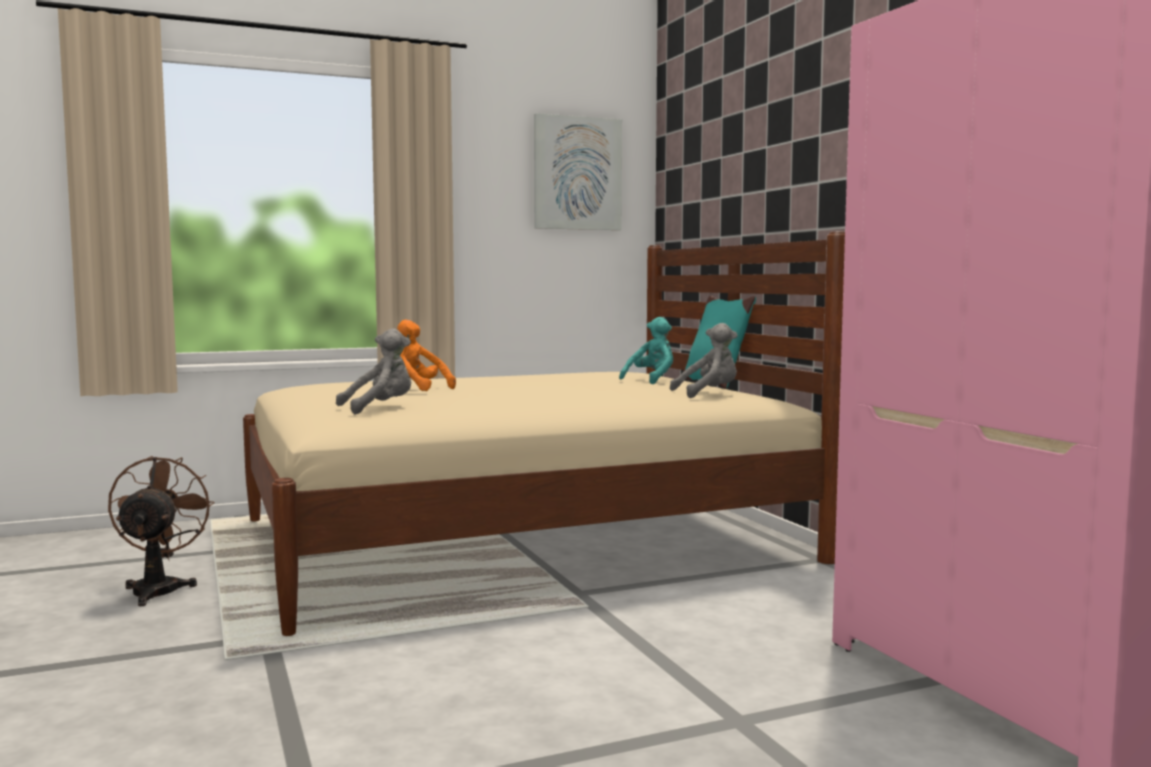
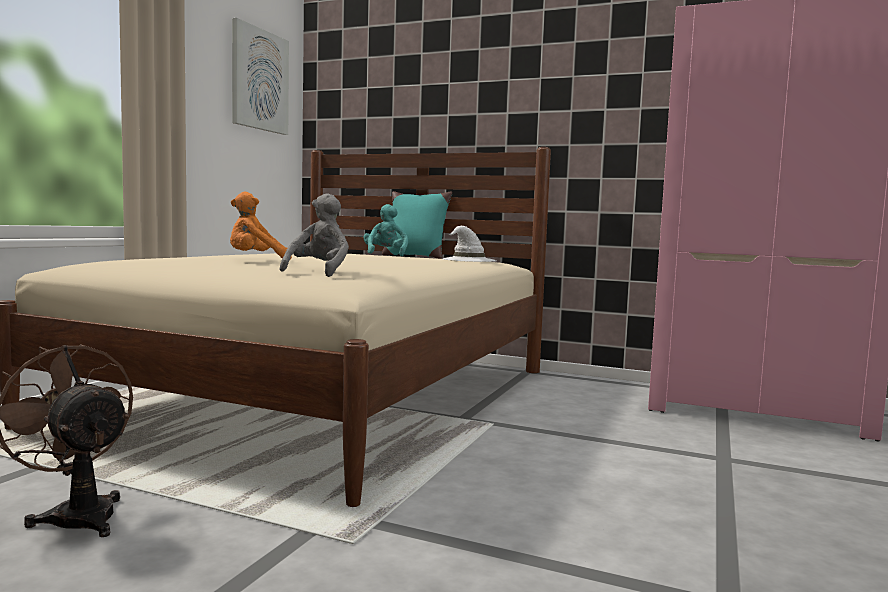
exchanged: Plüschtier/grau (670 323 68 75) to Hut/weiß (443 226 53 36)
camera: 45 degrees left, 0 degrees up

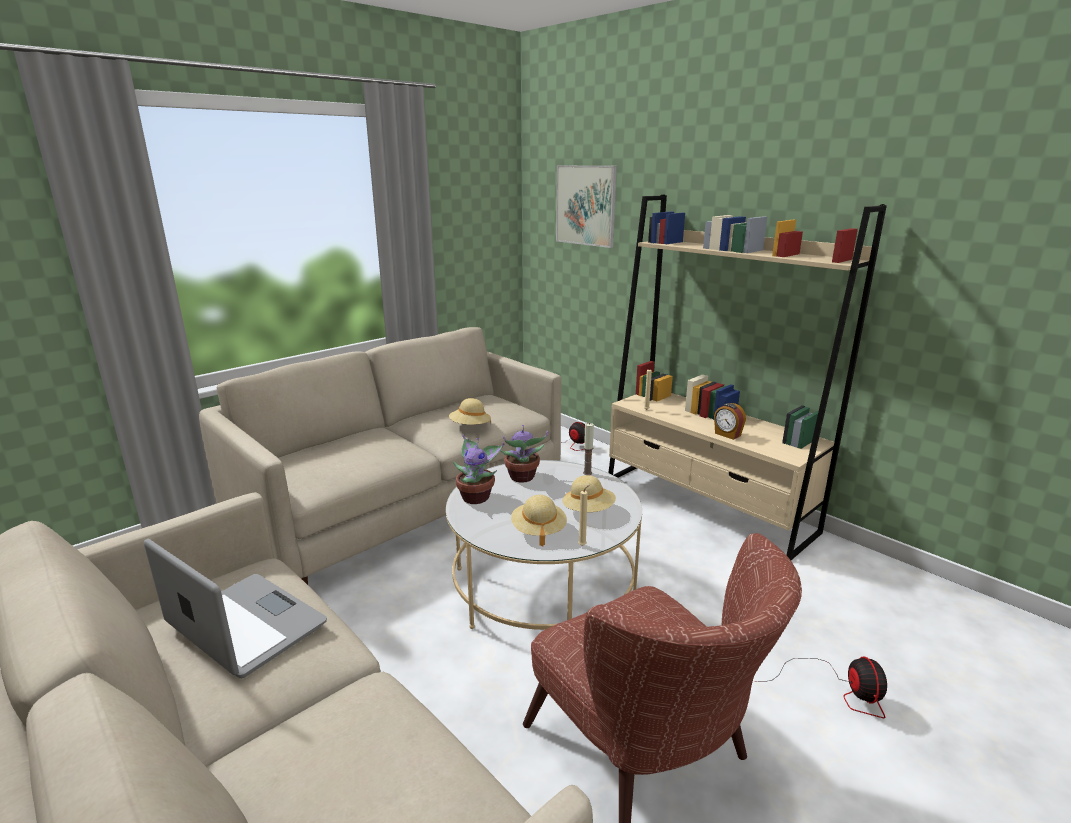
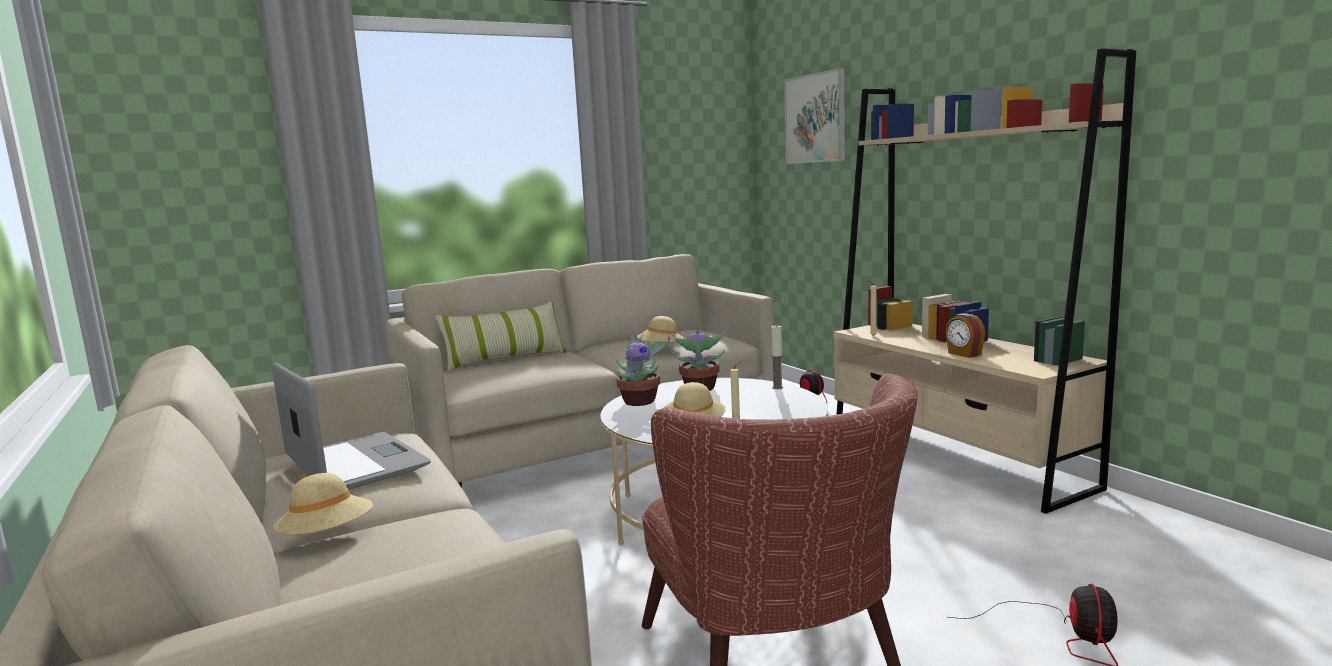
appeared: Kissen (435 301 132 71)
relocated: Hut/beige (563 475 53 37) to (273 473 100 62)
camera: 15 degrees right, 10 degrees down

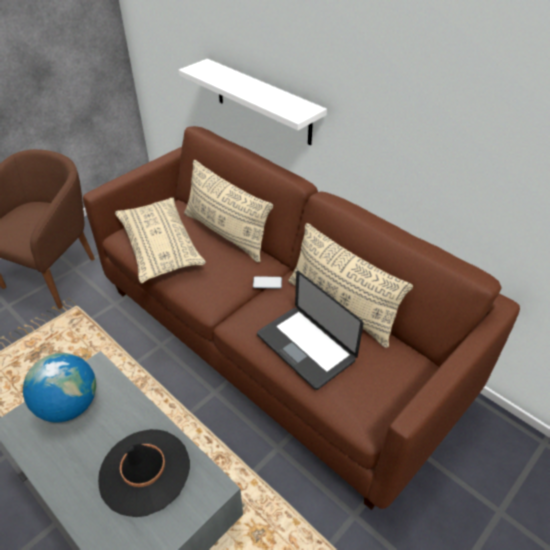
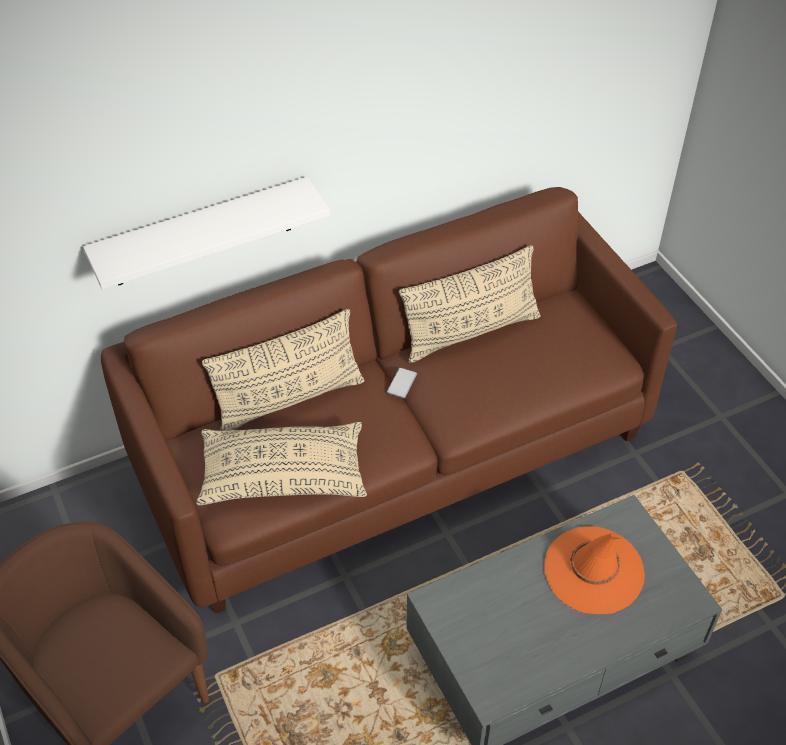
missing: Globus (23 353 73 70); Laptop (257 271 106 119)
colour: Hut/schwarz (98 429 92 88) to Hut/orange (544 526 101 88)
camera: 70 degrees left, 5 degrees up

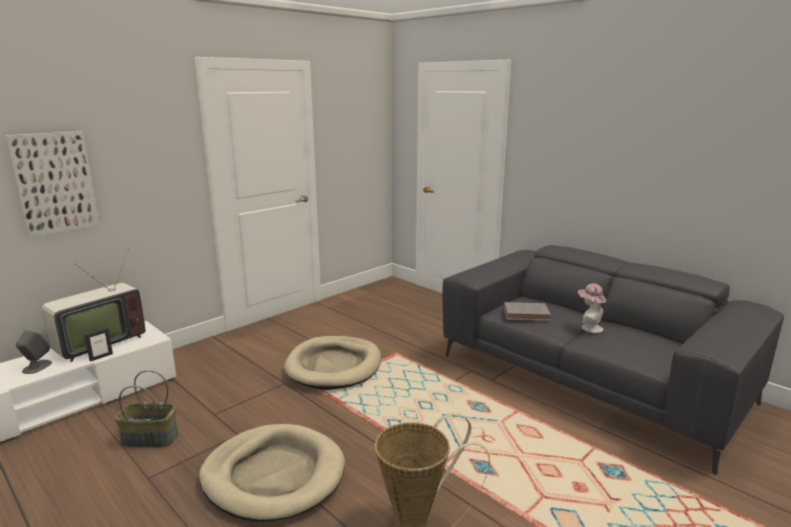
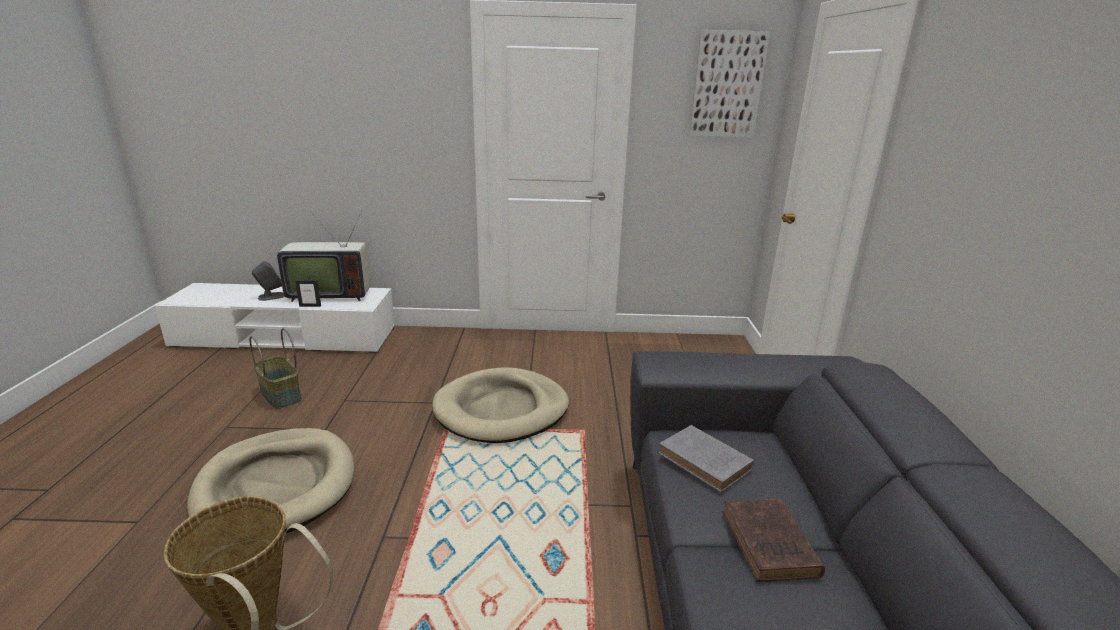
relocated: Bild (5 131 95 106) to (689 30 81 108)
exchanged: Hut (578 284 28 49) to Buch/braun (722 498 103 84)
camera: 45 degrees right, 5 degrees up

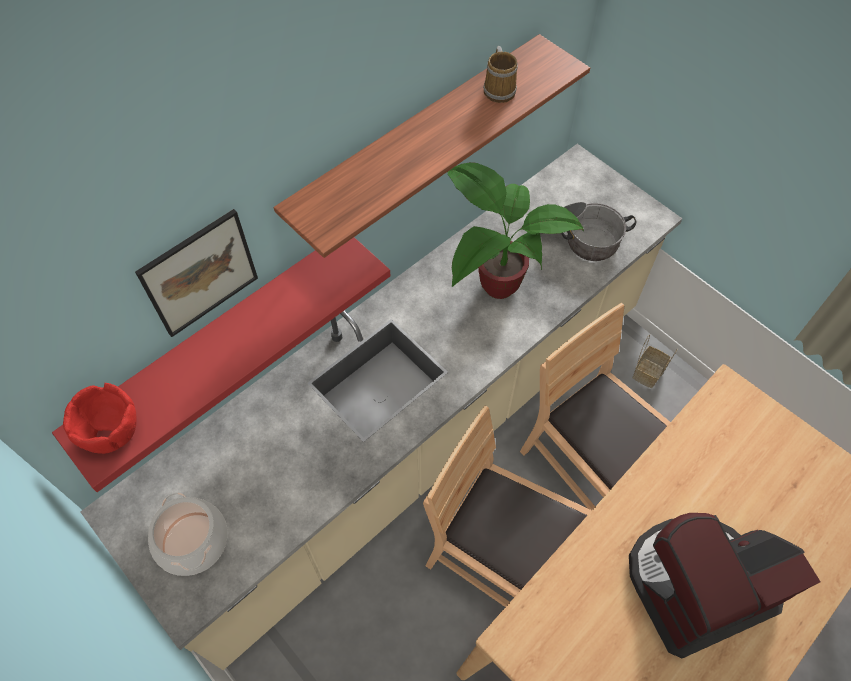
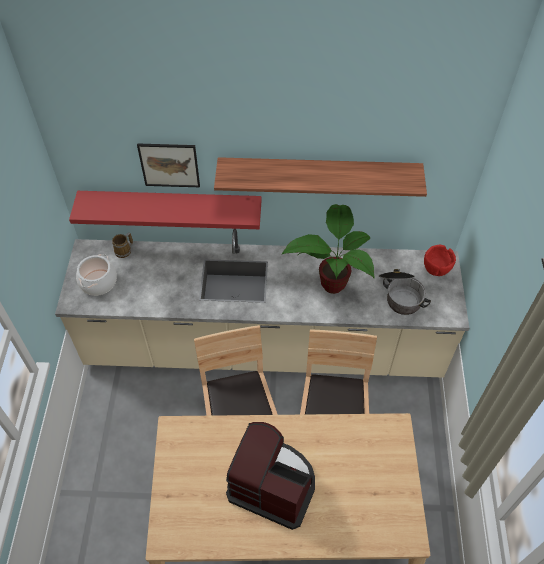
missing: Korb (632 335 46 53)
relocated: Henkelbecher (483 46 35 57) to (112 232 21 26); Schüssel/rot (63 383 73 71) to (424 245 32 31)
camera: 45 degrees right, 5 degrees down

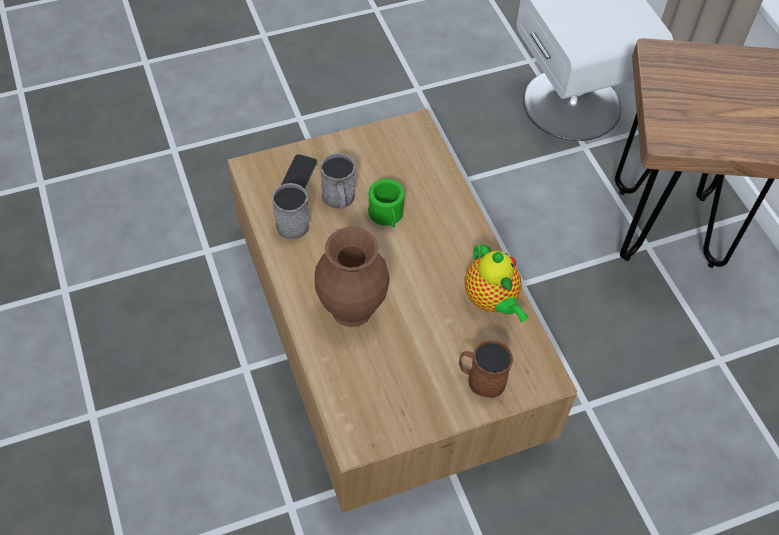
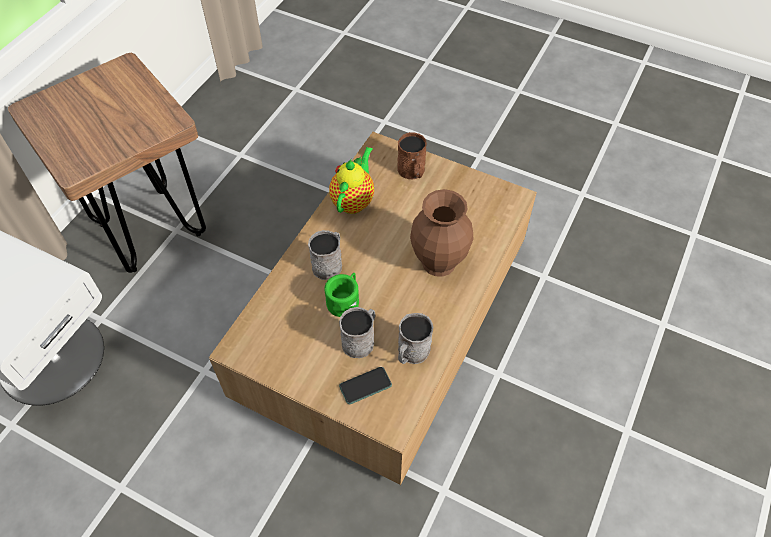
appeared: Henkelbecher/grau (308 230 34 50)
camera: 130 degrees left, 0 degrees up

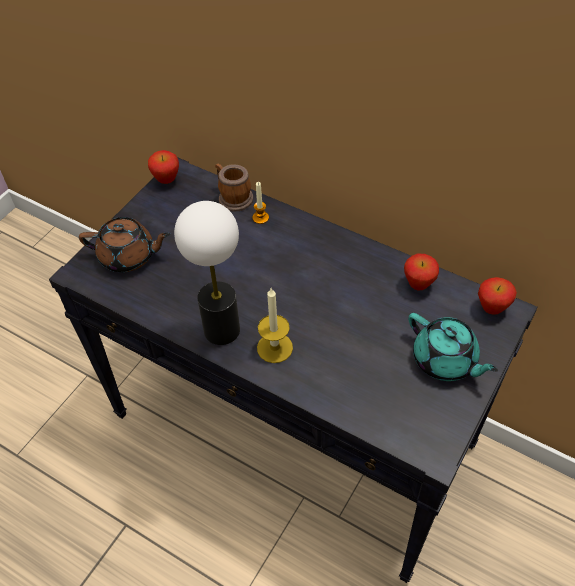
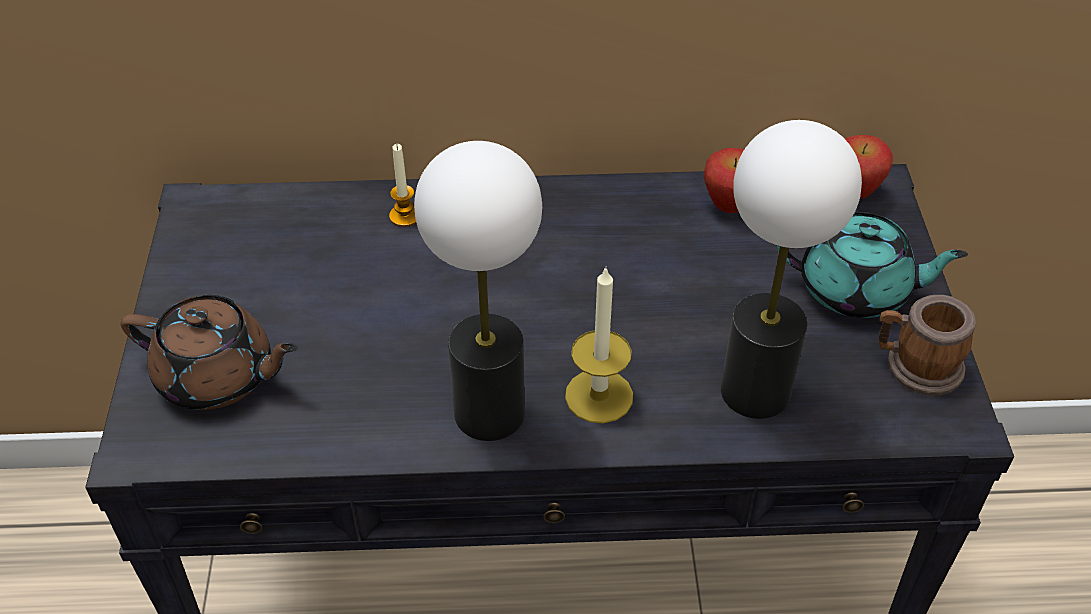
missing: Apfel (148 150 31 34)
appeared: Tischlampe (721 120 141 299)
relocated: Henkelbecher (215 164 38 47) to (879 295 97 101)
spun: Teekanne/braun (79 217 91 55) = (121 295 177 115) 45 degrees clockwise
camera: 35 degrees left, 5 degrees down

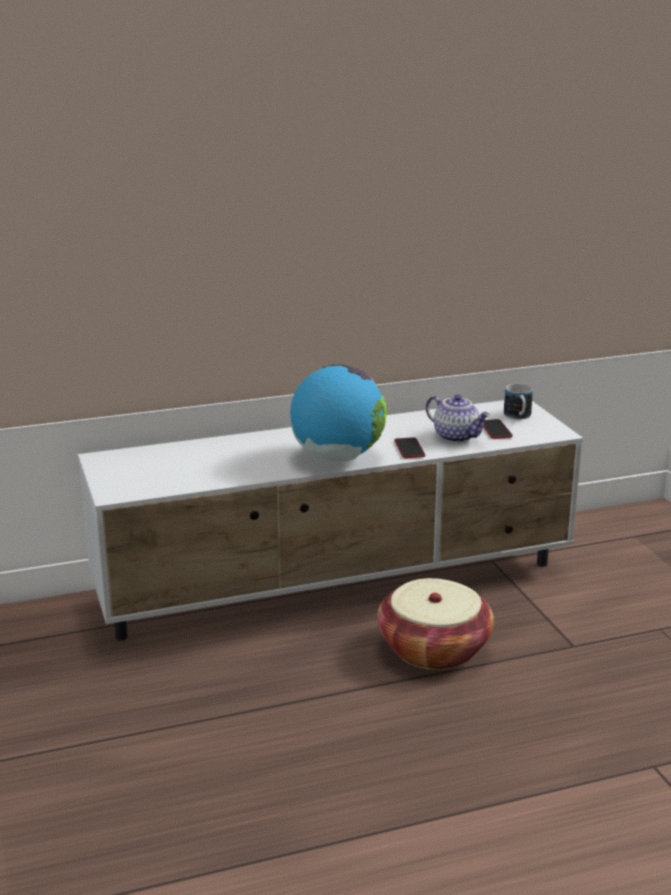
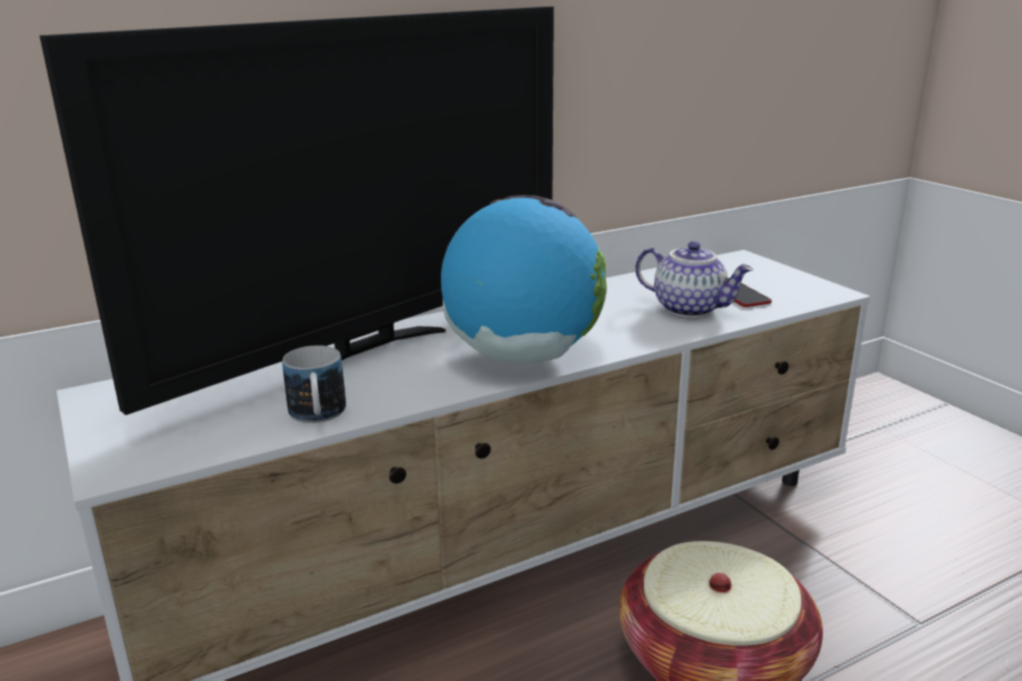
missing: Handy (395 437 30 21)
appeared: Fernseher (39 6 515 409)
relocated: Henkelbecher (504 384 29 36) to (282 345 64 78)
camera: 10 degrees left, 0 degrees up

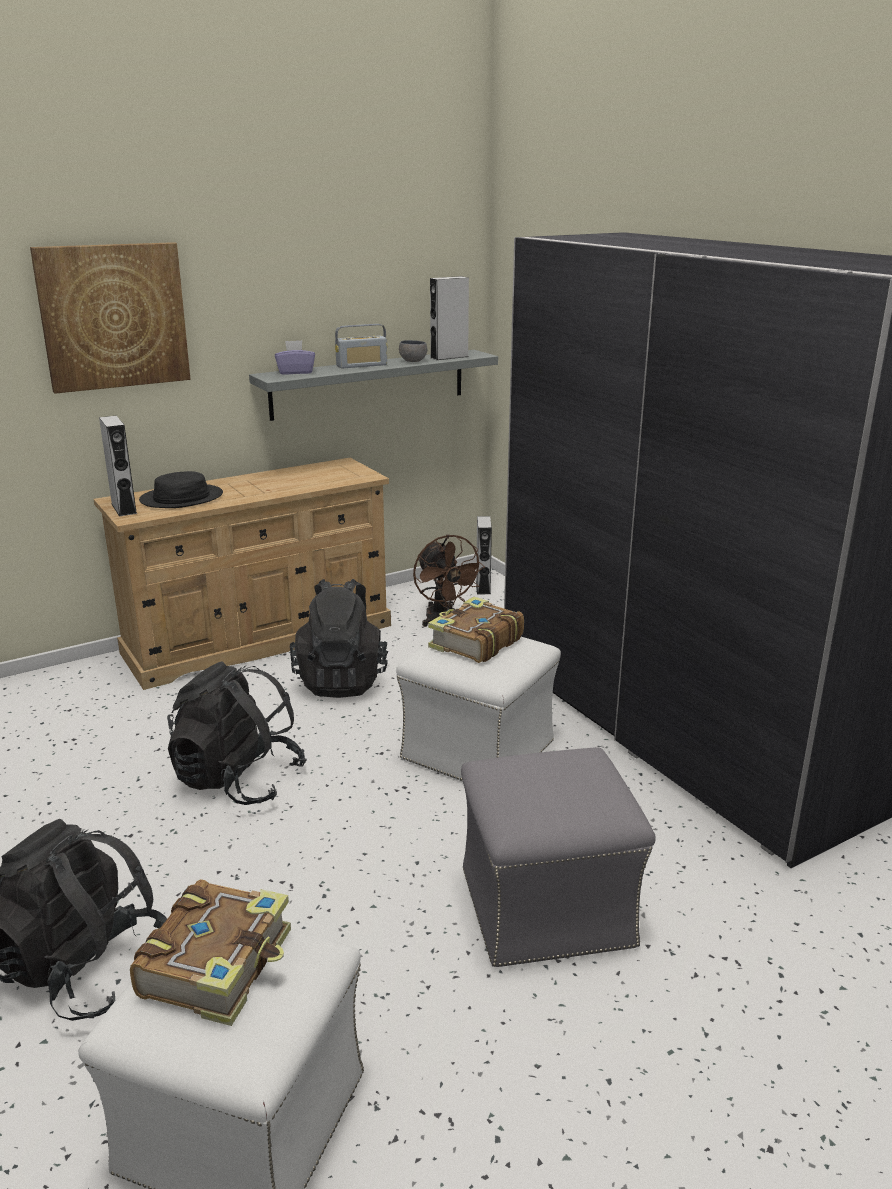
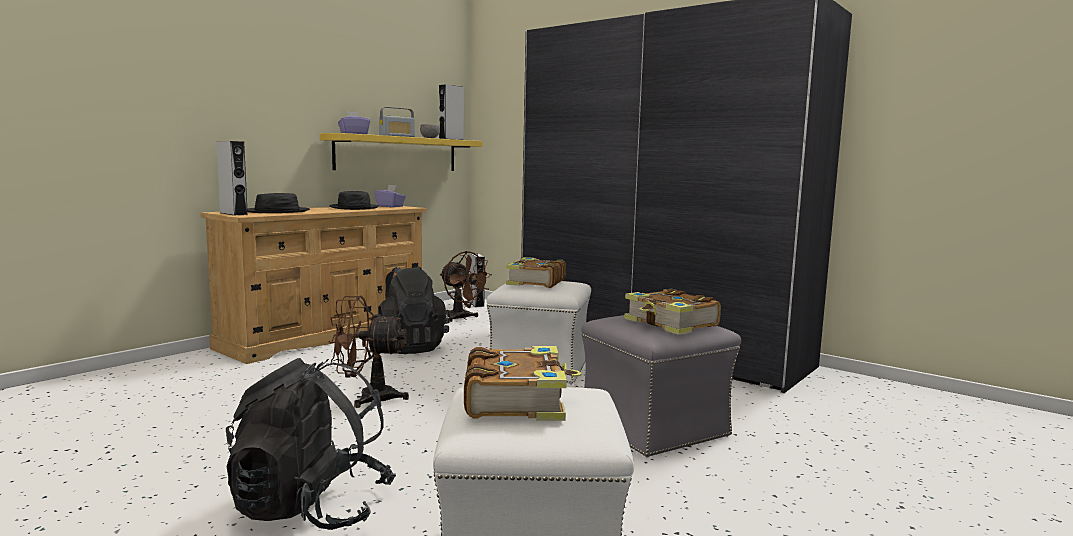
missing: Bild (30 242 161 152)
appeared: Hut/schwarz (329 191 50 19); Taschentuchbox/lila (375 185 31 22); Buch (624 289 97 46)
exchanged: Rucksack/schwarz (167 661 140 144) to Ventilator/braun (328 295 81 113)
colour: Wandregal/grau (249 350 249 71) to Wandregal/gelb (320 133 162 38)
camera: 20 degrees left, 15 degrees down

